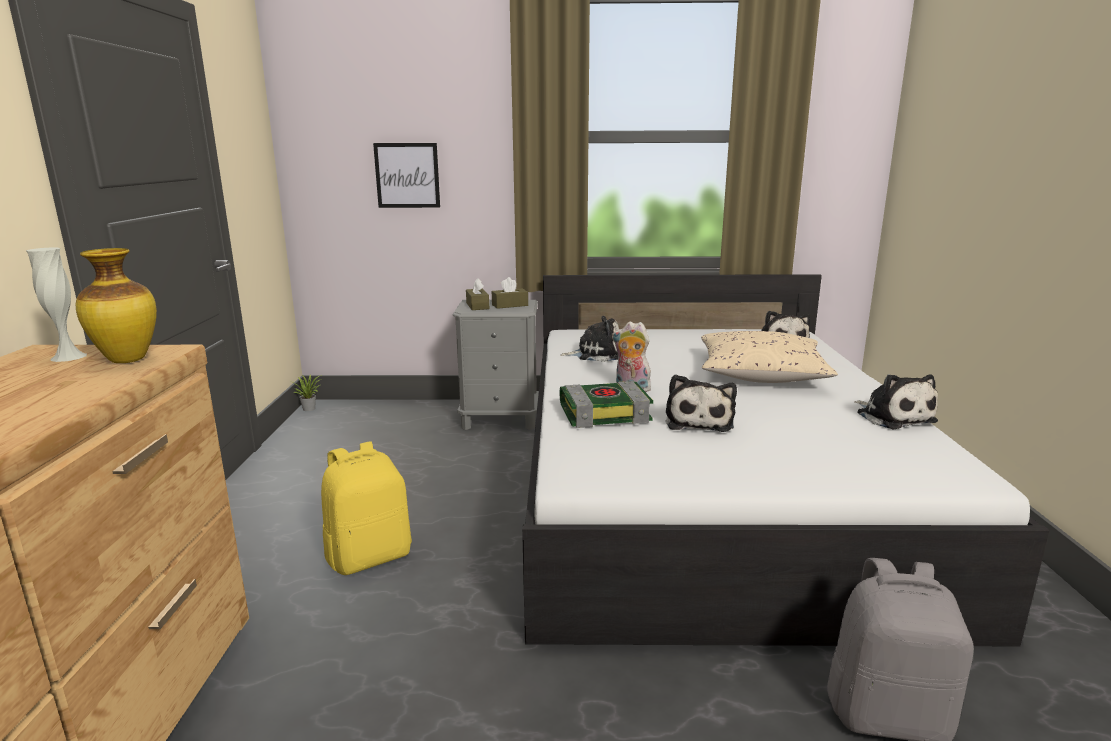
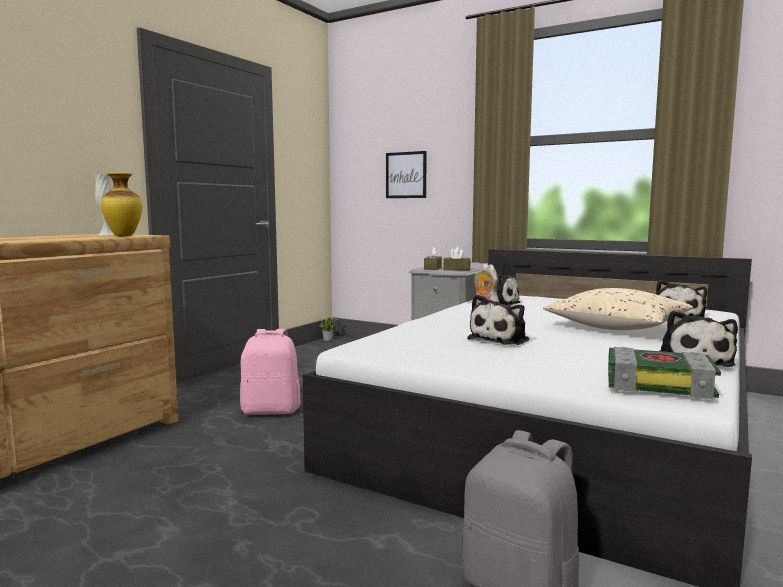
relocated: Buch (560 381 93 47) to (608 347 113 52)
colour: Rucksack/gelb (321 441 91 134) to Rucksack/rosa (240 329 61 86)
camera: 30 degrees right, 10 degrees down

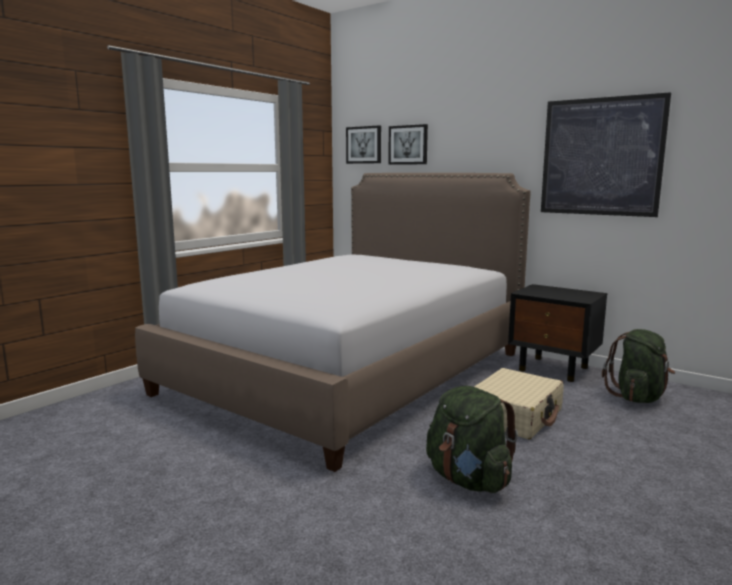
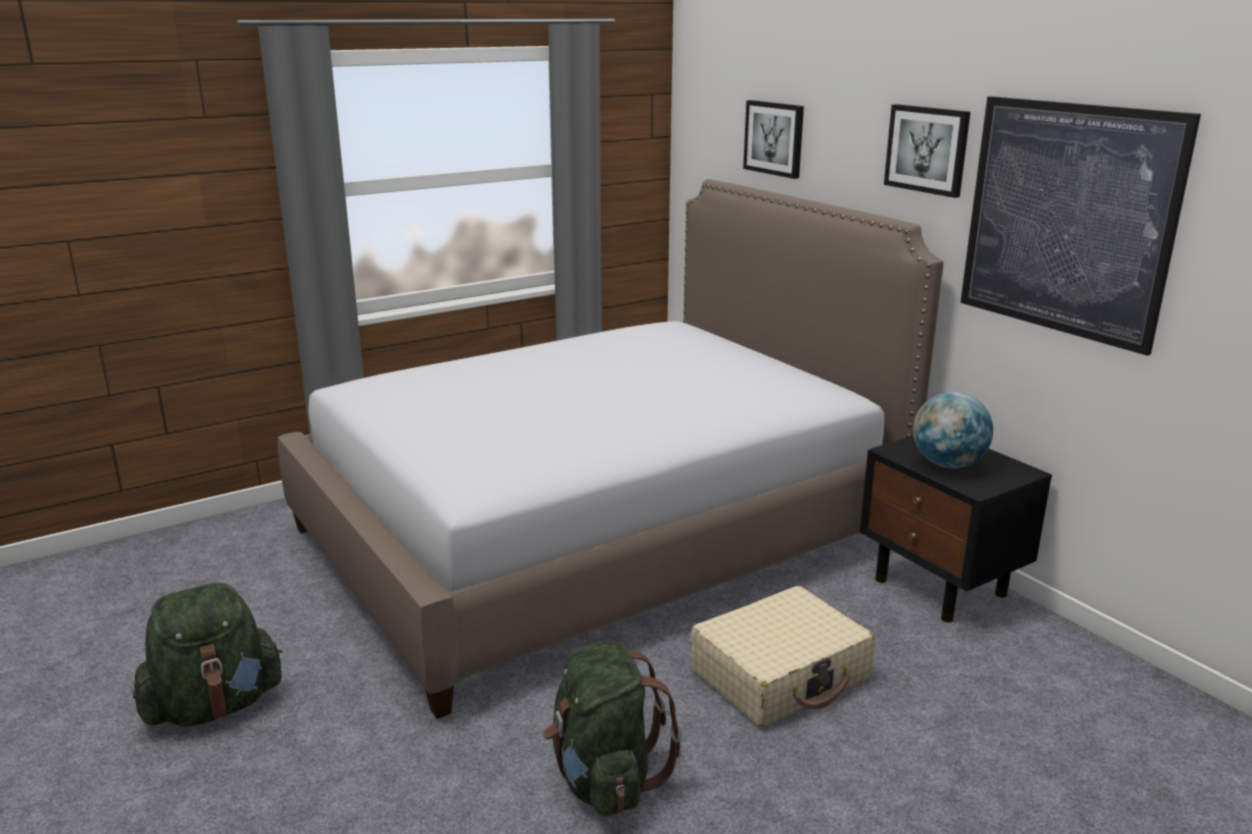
appeared: Globus (913 392 80 76)
relocated: Rucksack/grün (602 329 73 74) to (133 583 150 144); Bild (346 125 35 39) to (884 104 86 94)
camera: 20 degrees right, 10 degrees up

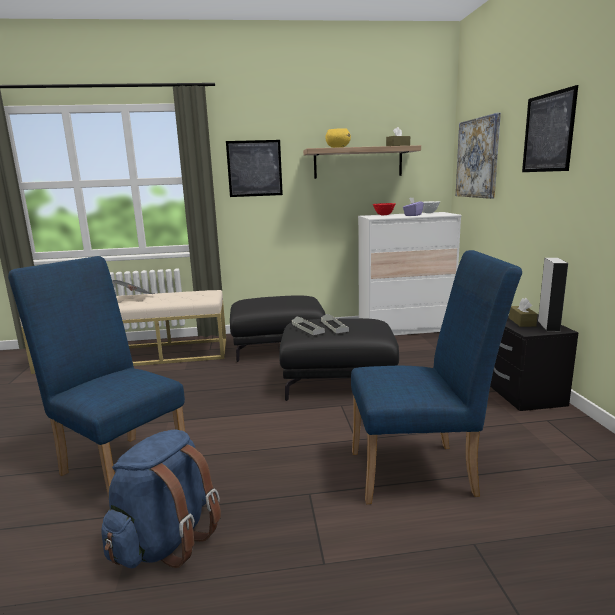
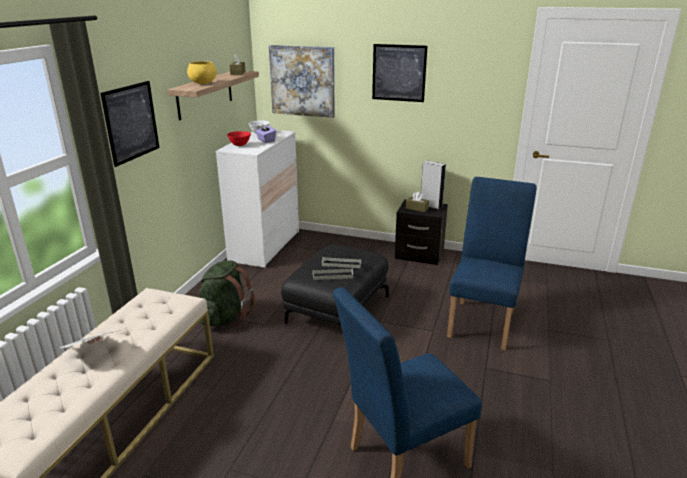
missing: Rucksack/blau (101 430 120 138)
exchanged: Polsterhocker/schwarz (230 296 96 66) to Rucksack/grün (199 260 57 67)
camera: 65 degrees left, 10 degrees up

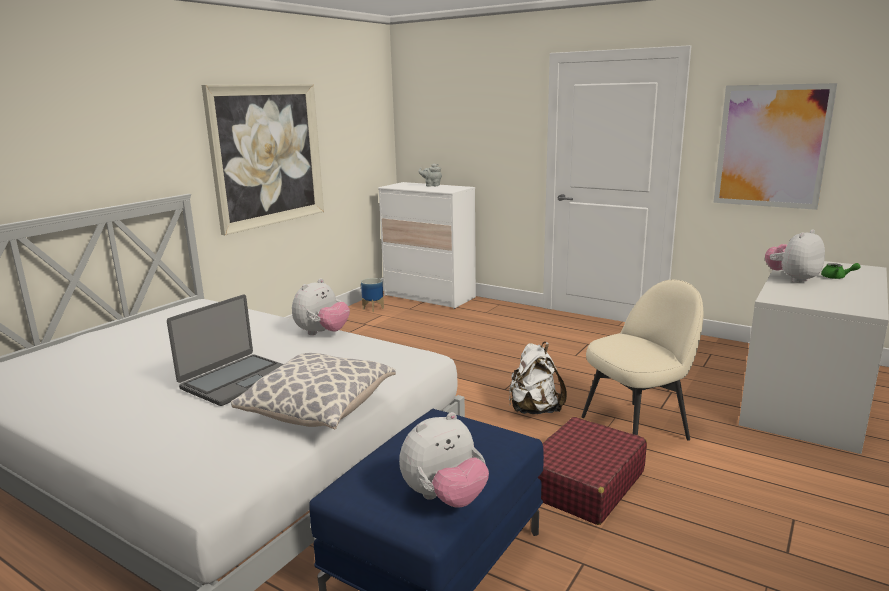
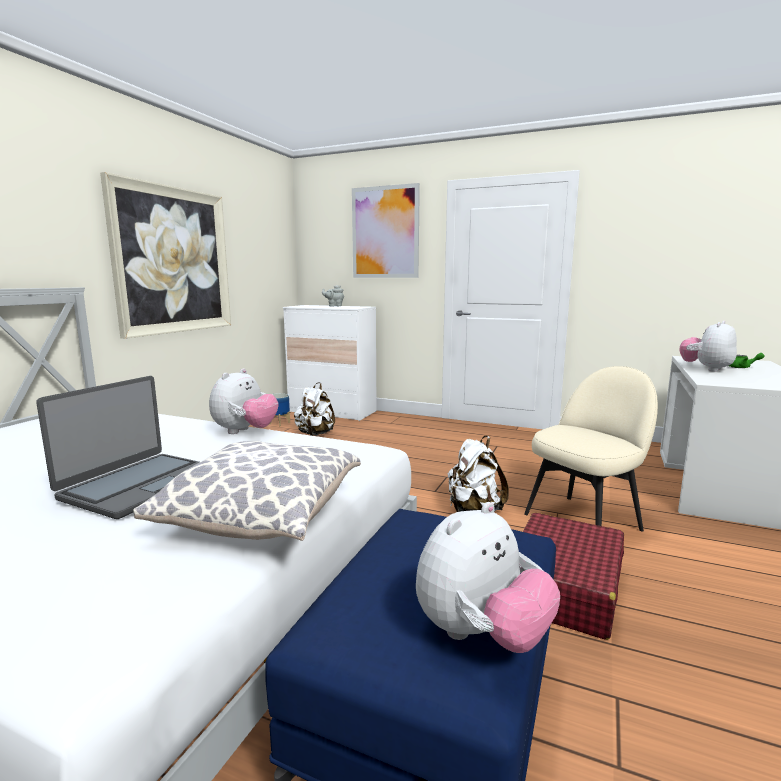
appeared: Rucksack/weiß (294 382 41 54)
relocated: Bild (713 83 124 127) to (352 183 68 95)
camera: 10 degrees left, 5 degrees down

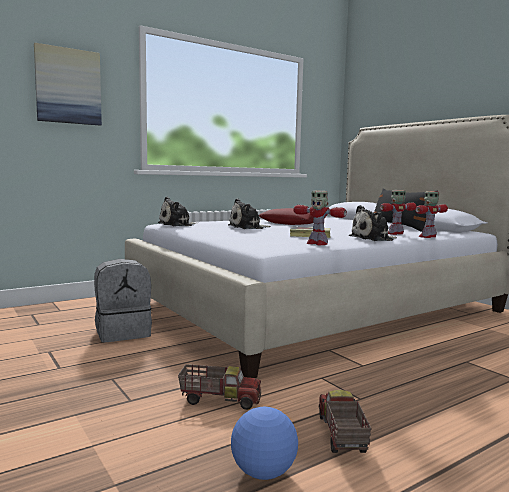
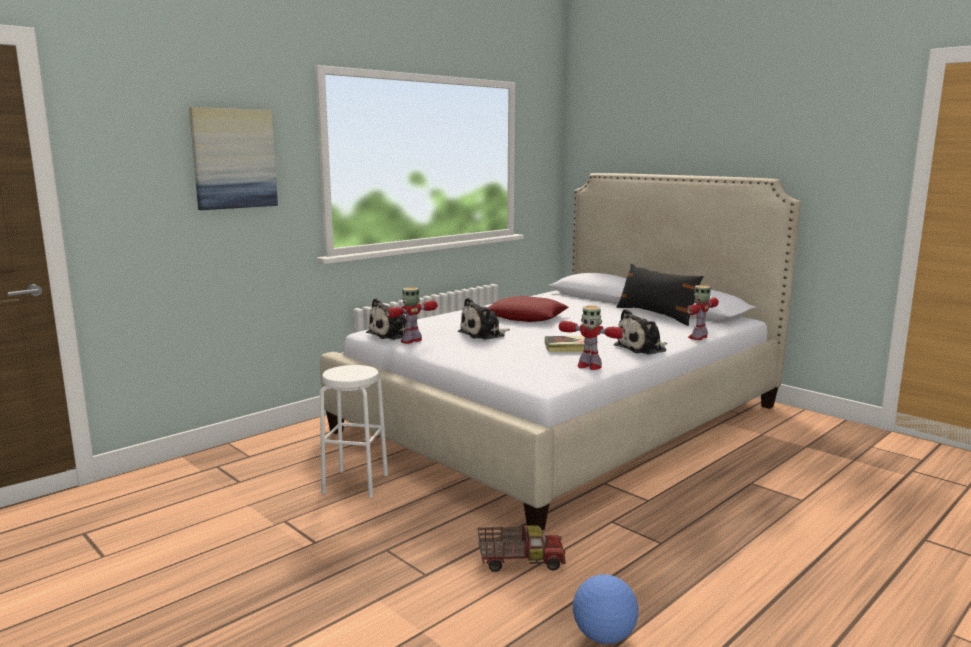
missing: Spielzeuglaster (319 390 53 63)
relocated: Spielzeugroboter (380 190 37 45) to (386 287 51 57)
exchanged: Rucksack/grau (94 259 58 83) to Hocker/weiß (320 365 68 133)
camera: 10 degrees left, 5 degrees up

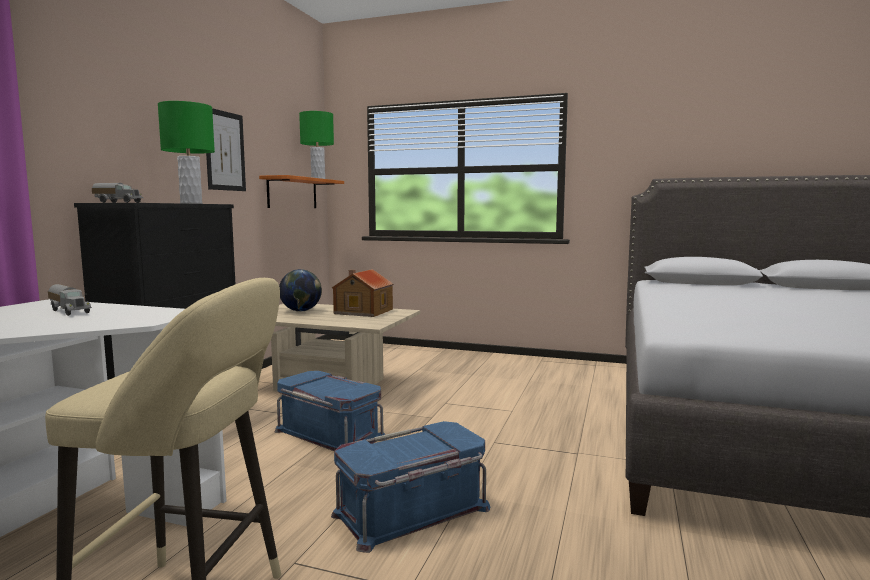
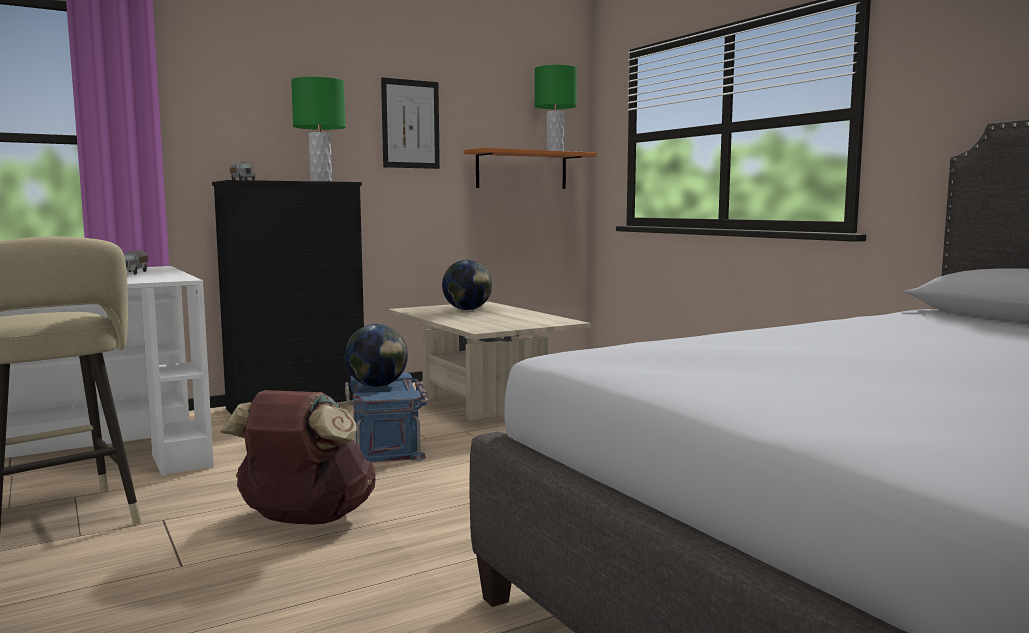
missing: Spielzeughaus (332 269 61 48)
appeared: Globus (345 324 63 63)
exchanged: Aufbewahrungsbox/blau (331 421 159 132) to Rucksack/braun (220 390 156 135)
camera: 40 degrees right, 0 degrees up

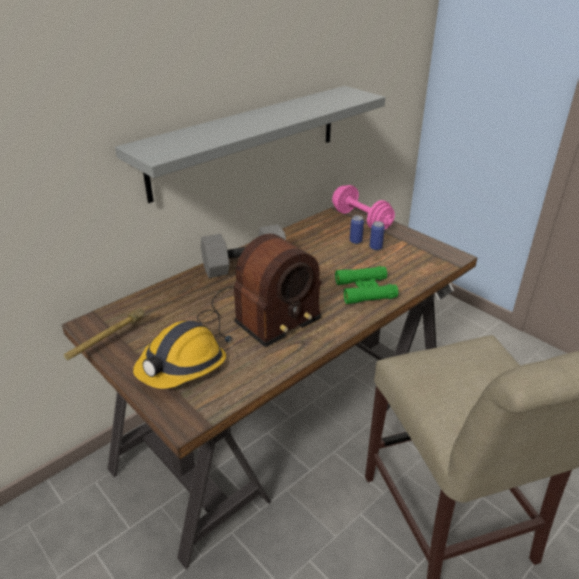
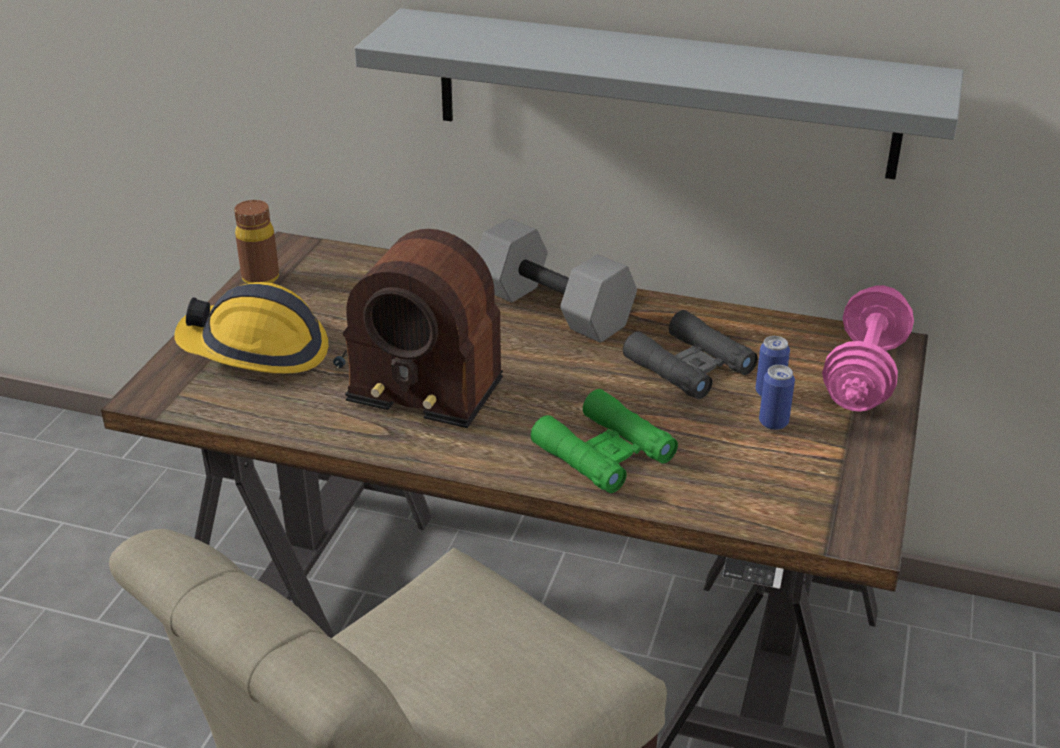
appeared: Fernglas/schwarz (623 310 135 89)
exchanged: Hammer (64 308 80 52) to Flasche/braun (234 200 45 84)
camera: 60 degrees right, 0 degrees up

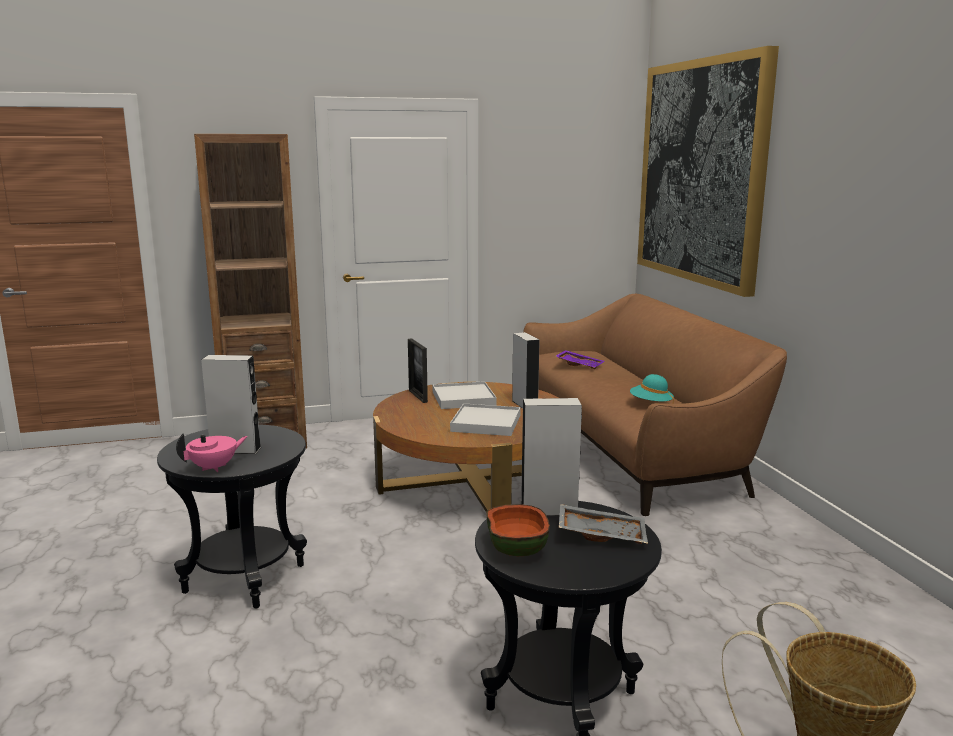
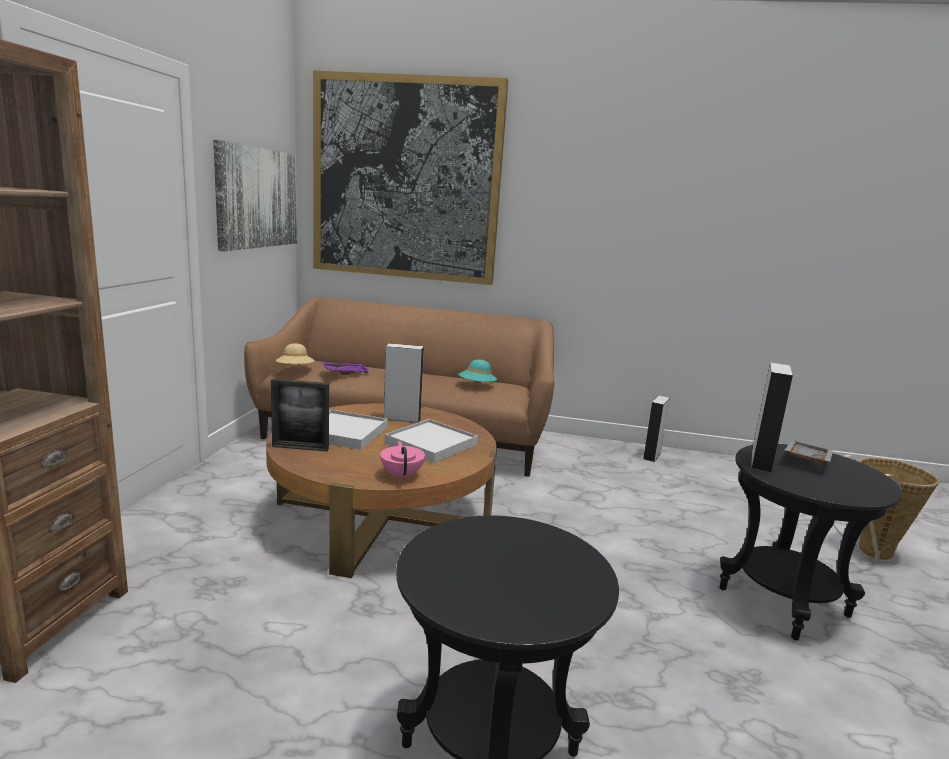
missing: Schüssel (486 504 64 52)
appeared: Bild (213 140 84 111); Hut/beige (275 343 40 22)
relocated: Teekanne/rosa (176 433 72 39) to (380 441 45 39); Lautsprecher/grau (201 355 60 99) to (643 396 27 66)
camera: 65 degrees left, 0 degrees up

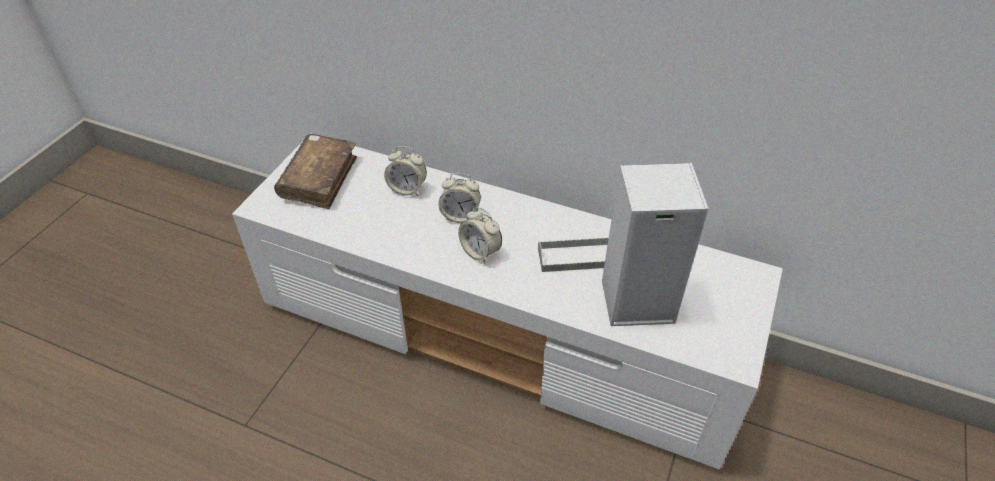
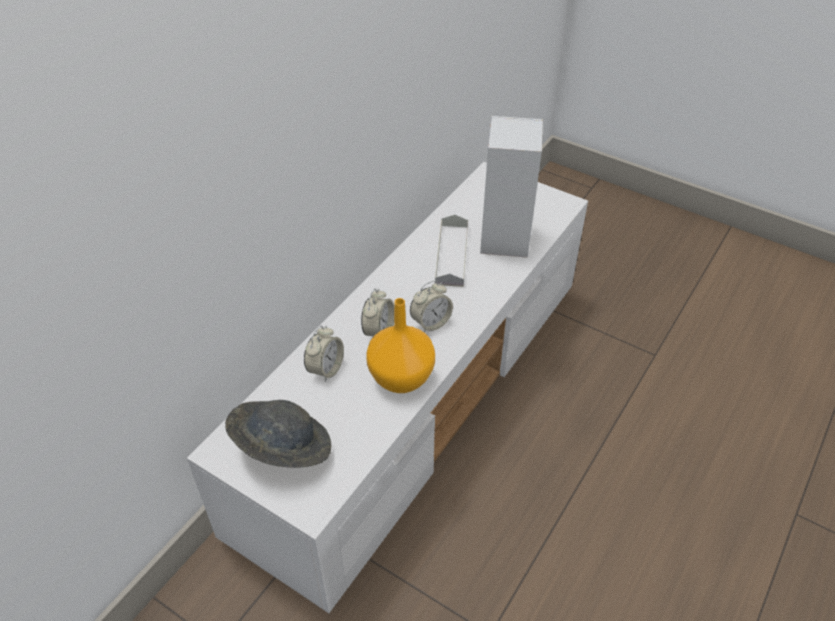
appeared: Vase/orange (366 298 69 95)
exchanged: Buch/braun (274 134 83 75) to Hut/grau (225 400 106 68)
camera: 80 degrees left, 0 degrees up

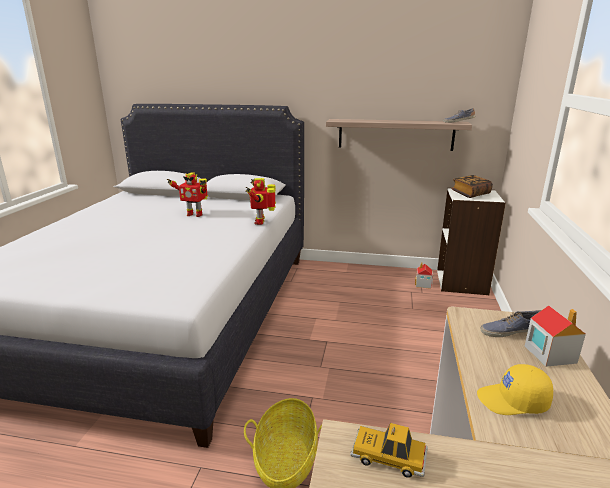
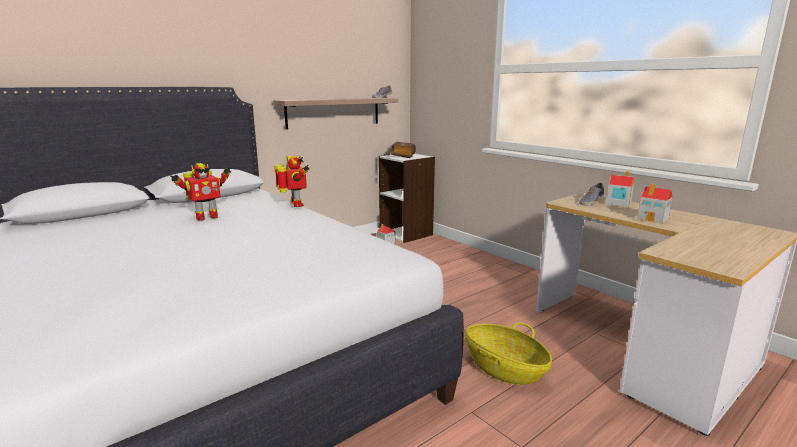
missing: Spielzeugauto (350 423 78 55)
exchanged: Kappe/gelb (477 364 76 51) to Spielzeughaus (637 184 36 40)
spun: Spielzeugroboter (246 178 30 47) = (274 156 35 51) 150 degrees counterclockwise
camera: 50 degrees left, 5 degrees down

